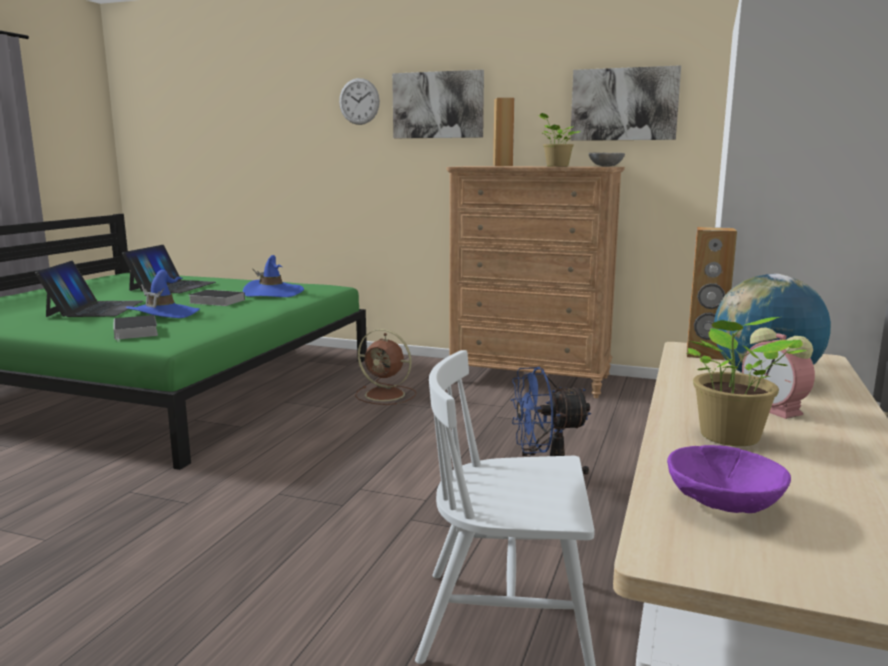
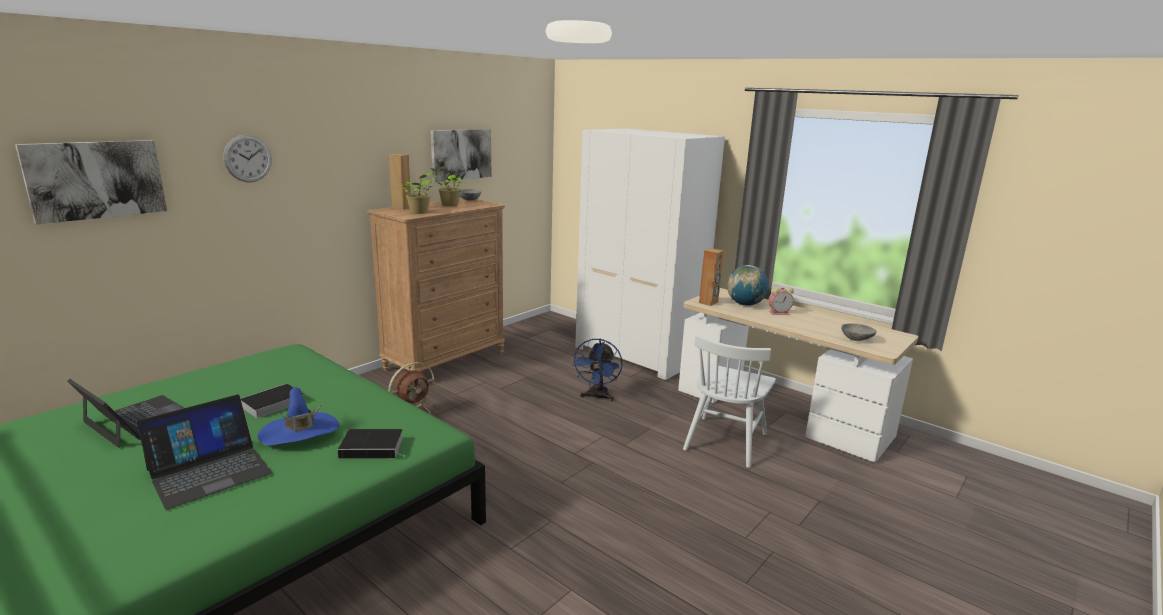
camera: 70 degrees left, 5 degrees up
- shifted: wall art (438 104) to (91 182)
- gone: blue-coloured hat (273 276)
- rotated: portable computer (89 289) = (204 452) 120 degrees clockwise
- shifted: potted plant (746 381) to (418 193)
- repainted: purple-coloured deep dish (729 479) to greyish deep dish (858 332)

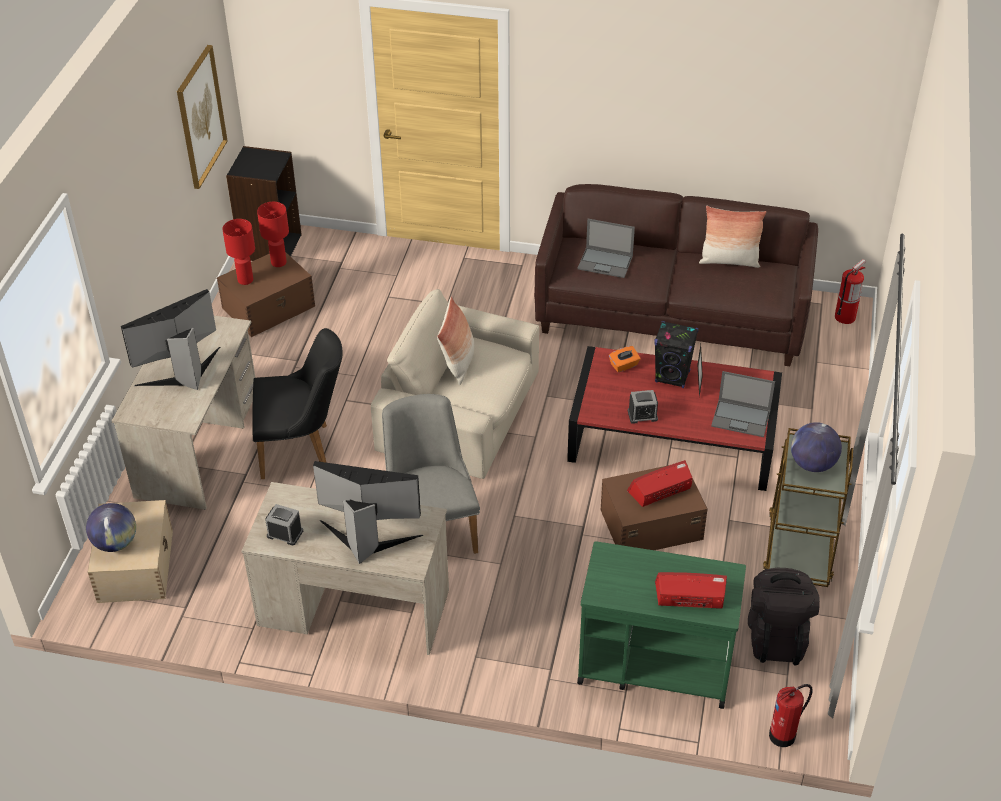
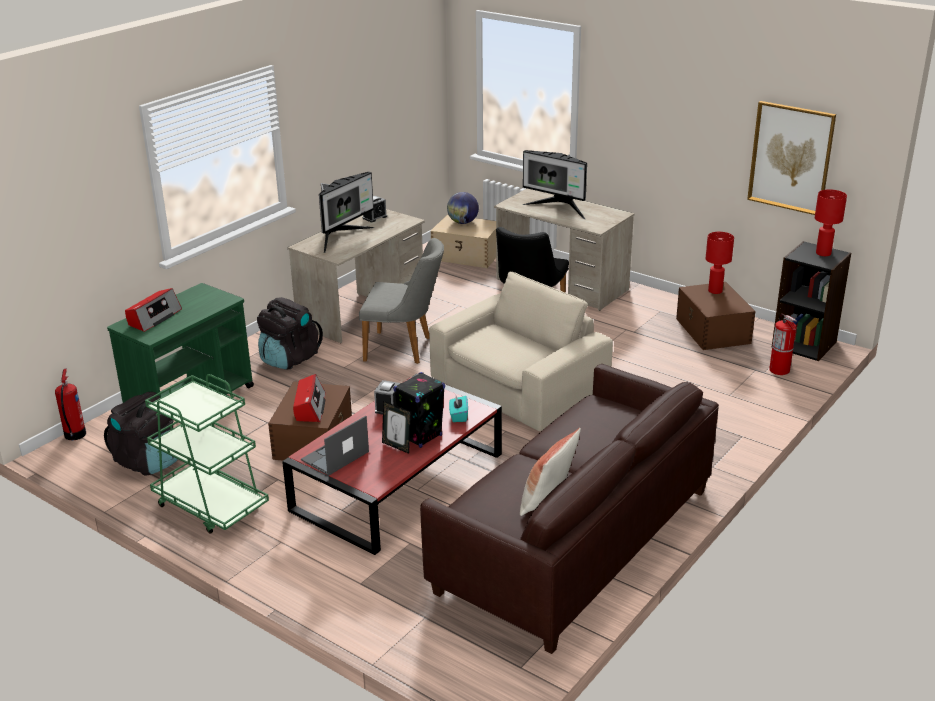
camera: 115 degrees right, 15 degrees down
- shifted: red lamp for a table (273 234) to (831 222)
- gone: portable computer (606 248)
- shifted: fire extinguisher (850 291) to (783 344)
- rotated: computer screen (170 339) = (554 184) 135 degrees clockwise
- gone: pillow (455 340)
- repainted: orangey tissue holder (624 359) to blue-green tissue holder (458 409)
- gone: desk globe (816 447)
- repainted: brown-coloured cart (808 507) to green-coloured cart (207 454)
- new: blackish knapsack (290 333)

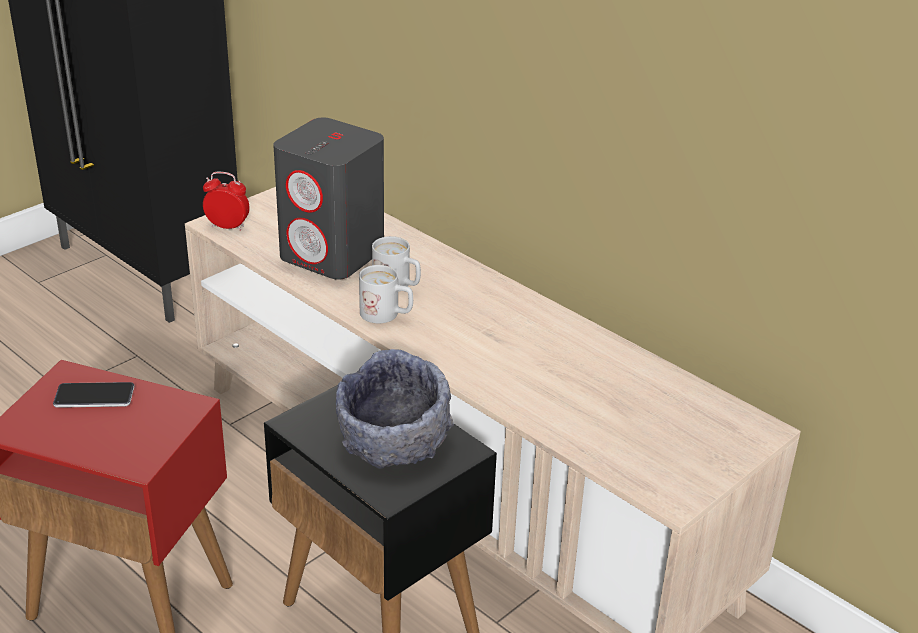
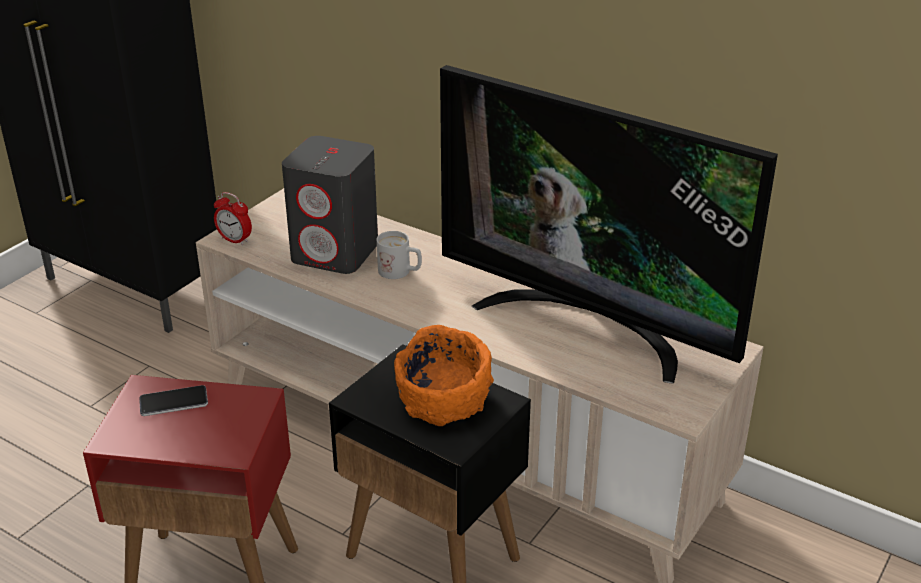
camera: 10 degrees left, 0 degrees up
- rotated: alarm clock (226 201) = (233 219) 150 degrees counterclockwise
- gone: white coffee mug (386 294)
- repainted: greyish deep dish (395 409) to orangey deep dish (444 375)
- new: TV set (609 224)

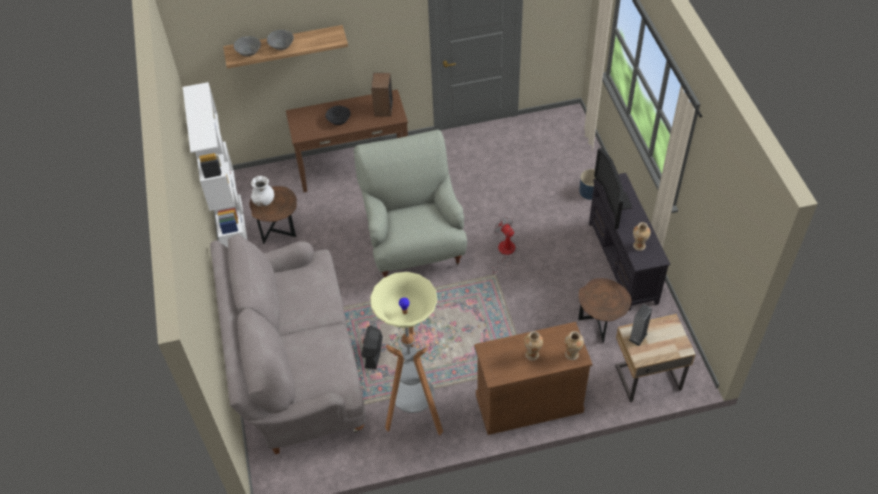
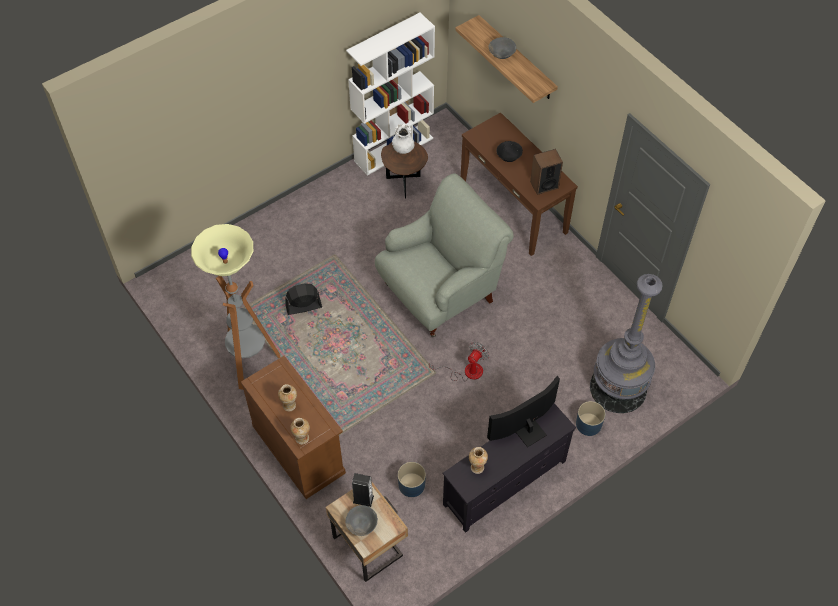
camera: 65 degrees right, 5 degrees up
- shifted: greyish deep dish (247 46) to (361 520)
- gone: greyish couch (288 344)
- swapped: brown-coloured accent table (604 310) to blue-coloured flower pot (412 479)
- new: greyish floor lamp (626 343)

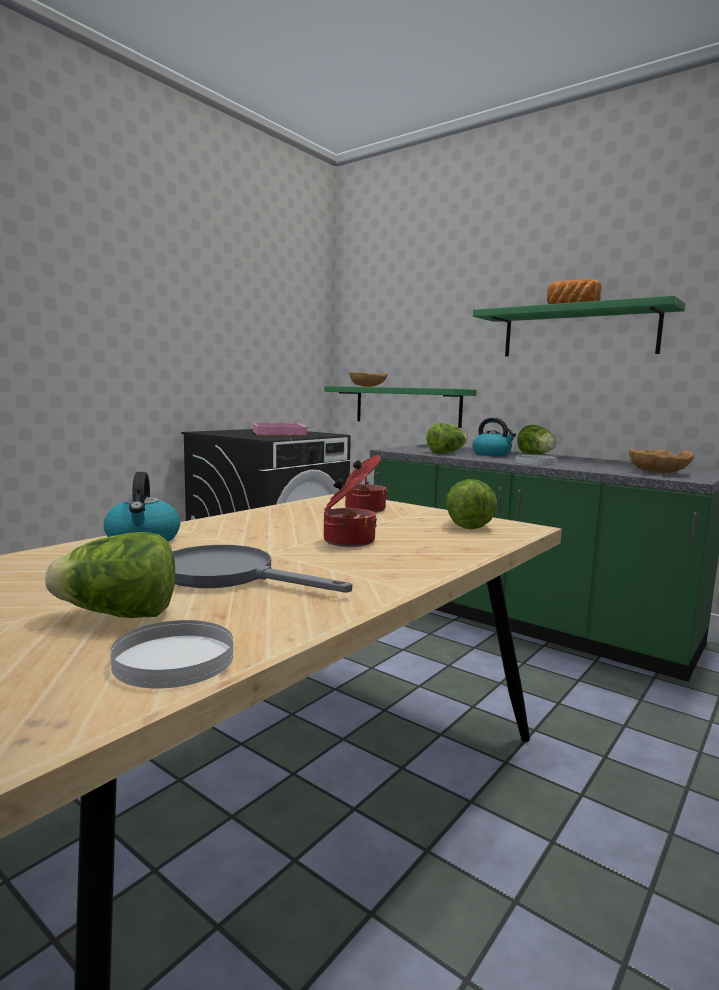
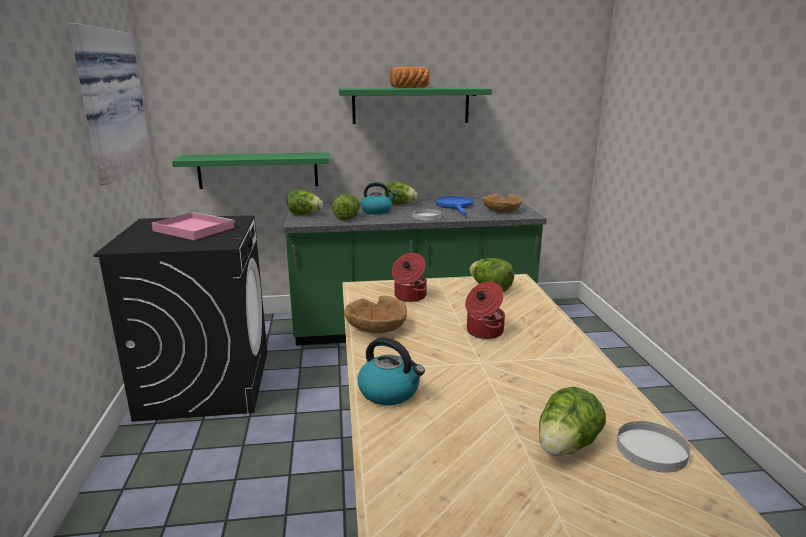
camera: 45 degrees left, 10 degrees up
- shifted: brown-coloured deep dish (368 379) to (375 315)
- gone: greyish skillet (262 569)
- new: wall art (110 104)
- new: lettuce head (305 202)
- new: blue-coloured skillet (454 206)

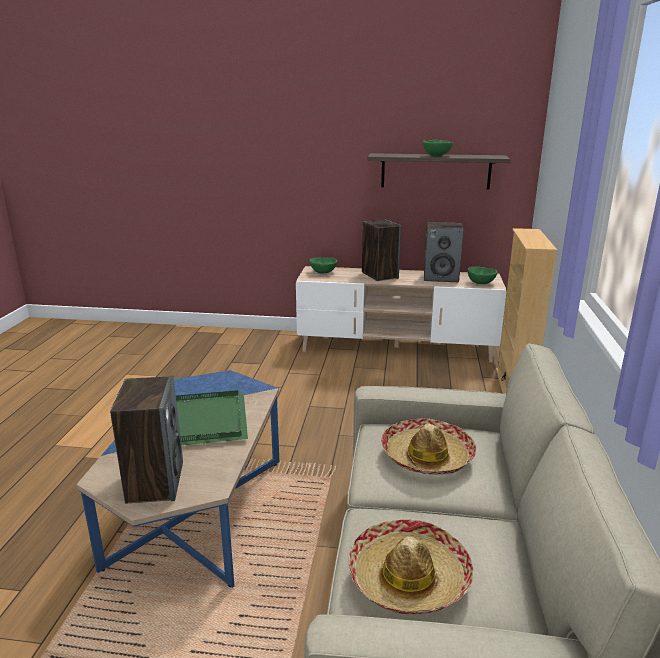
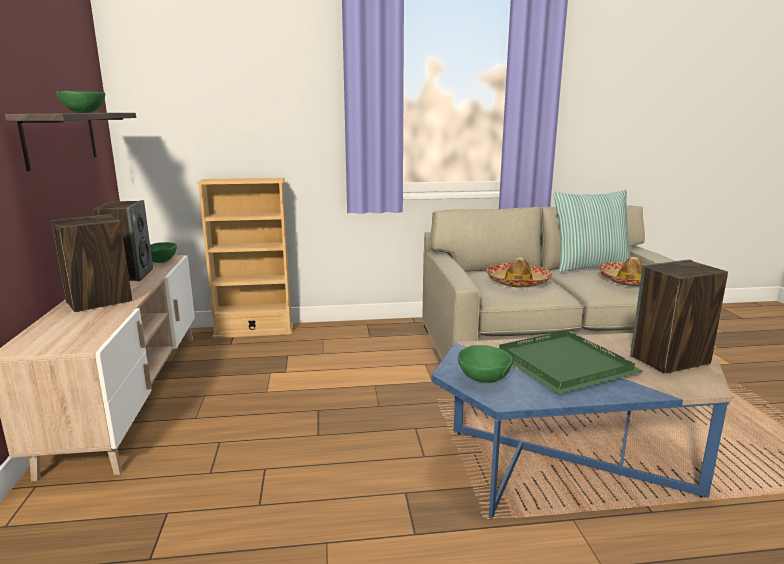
camera: 105 degrees left, 5 degrees down
- shifted: green-coloured deep dish (323 265) to (485 364)
- new: pillow (592 231)

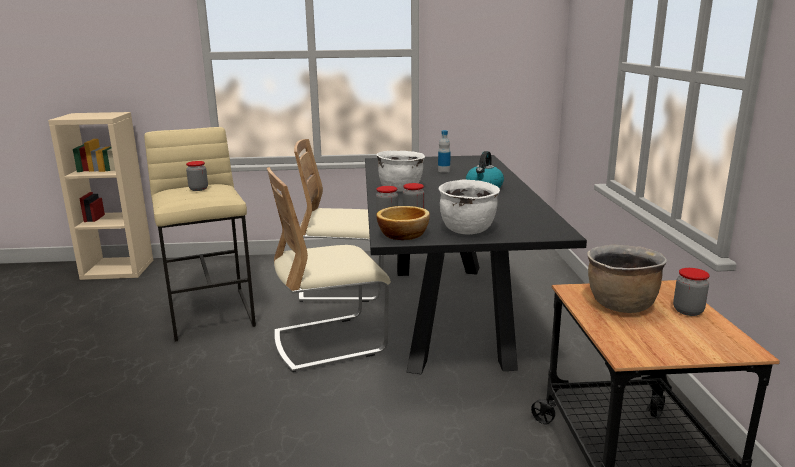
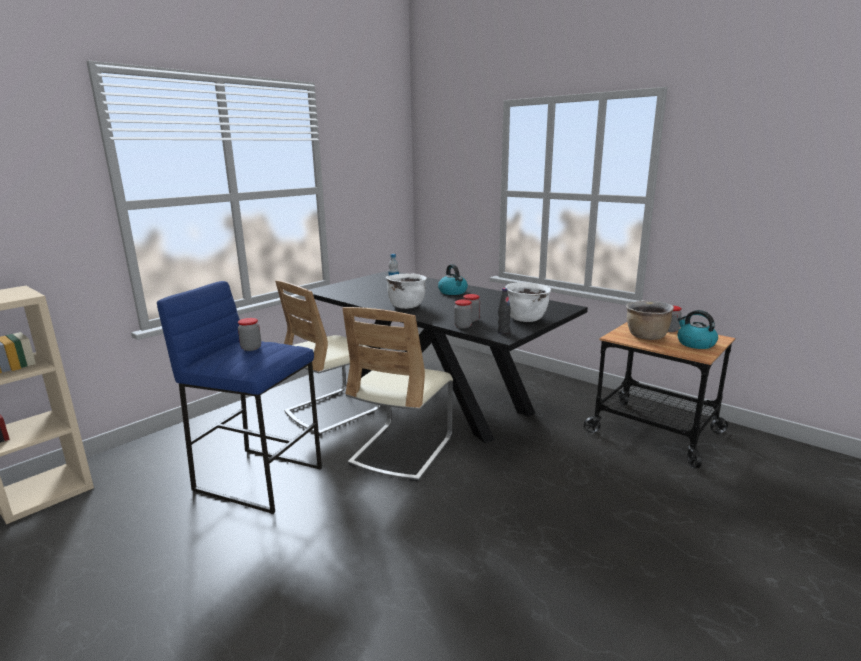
camera: 45 degrees left, 0 degrees up
- repainted: sand-coloured stool (200 234) to blue-coloured stool (239 397)
- swapped: deep dish (403 223) to blackish beverage bottle (504 311)
- new: water kettle (698 329)

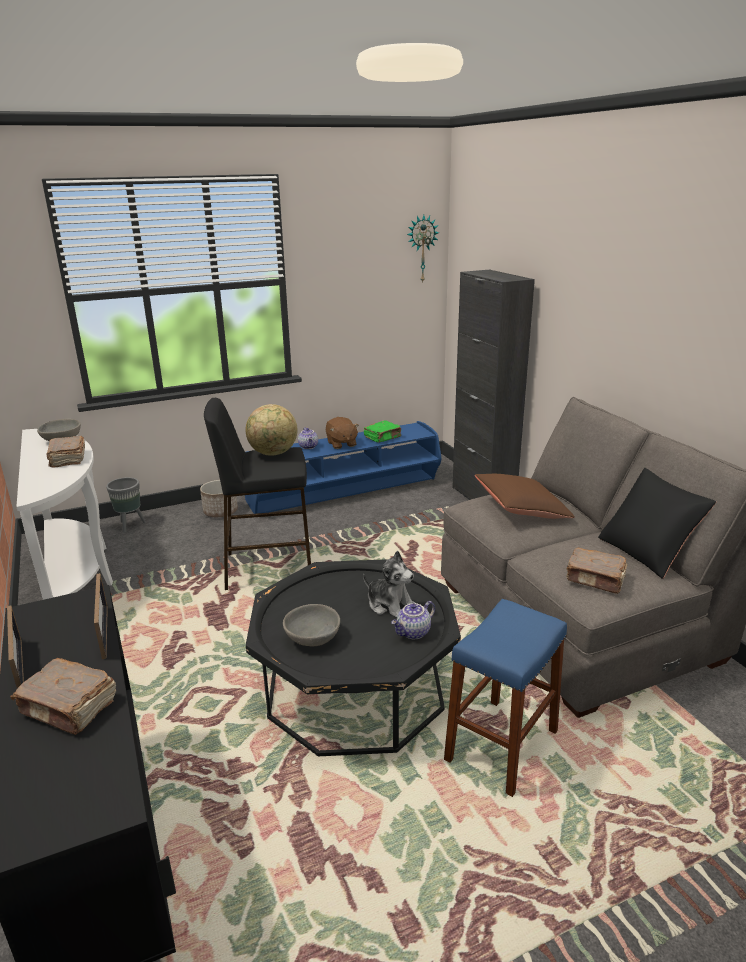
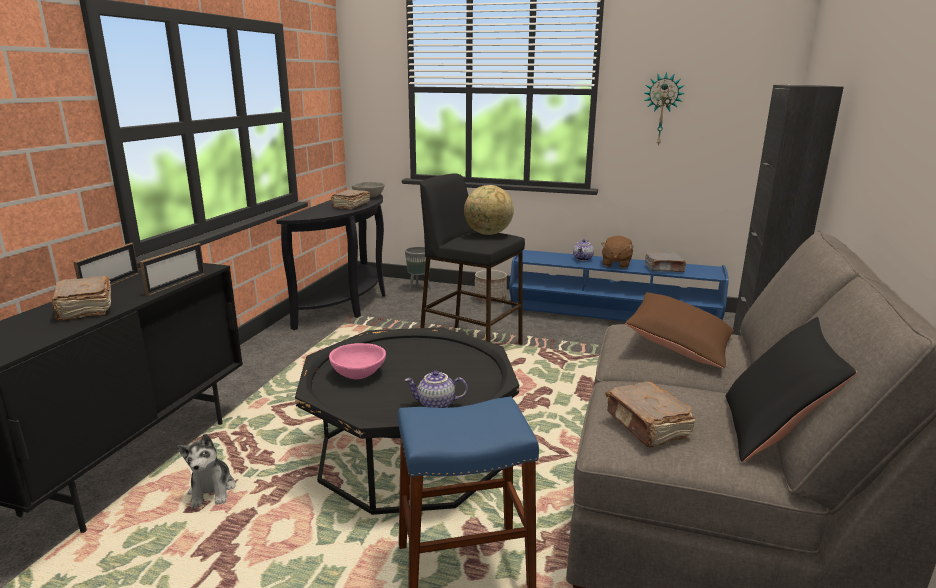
camera: 40 degrees right, 5 degrees down
- shifted: wall clock (423 249) to (664 109)
- repainted: green-coloured bound book (383 431) to greyish bound book (665 262)
- repainted: white console table (64 514) to blackish console table (331 262)
- shifted: cuddly toy (389 583) to (206 471)
- repainted: greyish deep dish (311 625) to pink deep dish (357 361)

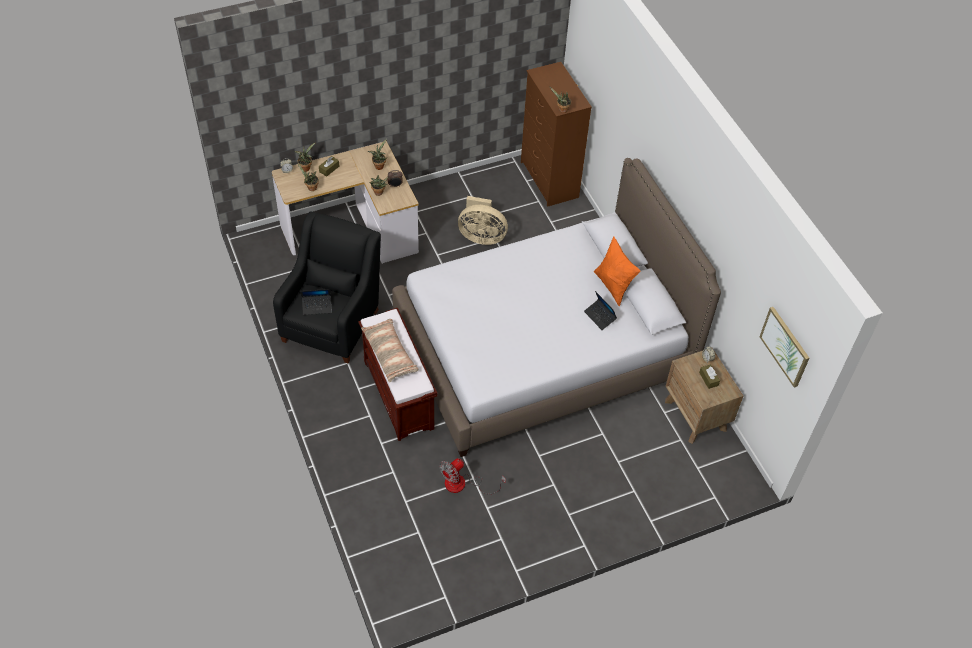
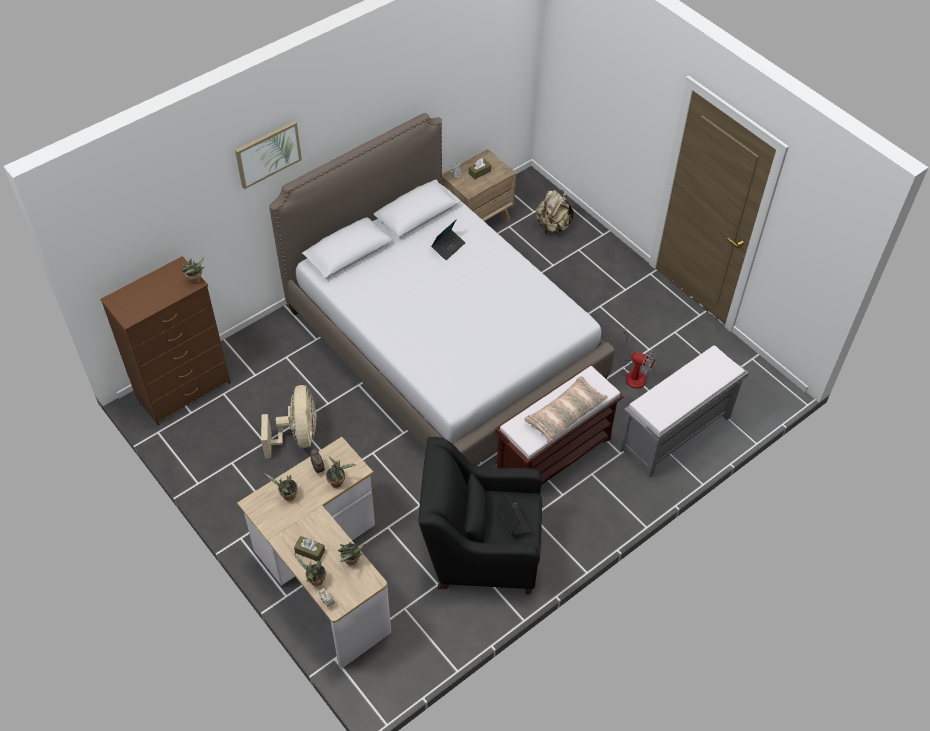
camera: 105 degrees left, 0 degrees up
- gone: orangey pillow (617 271)
- shifted: wall art (784 347) to (268 155)
- new: sand-coloured knapsack (555 212)
- new: greyish indoor bench (684 411)

